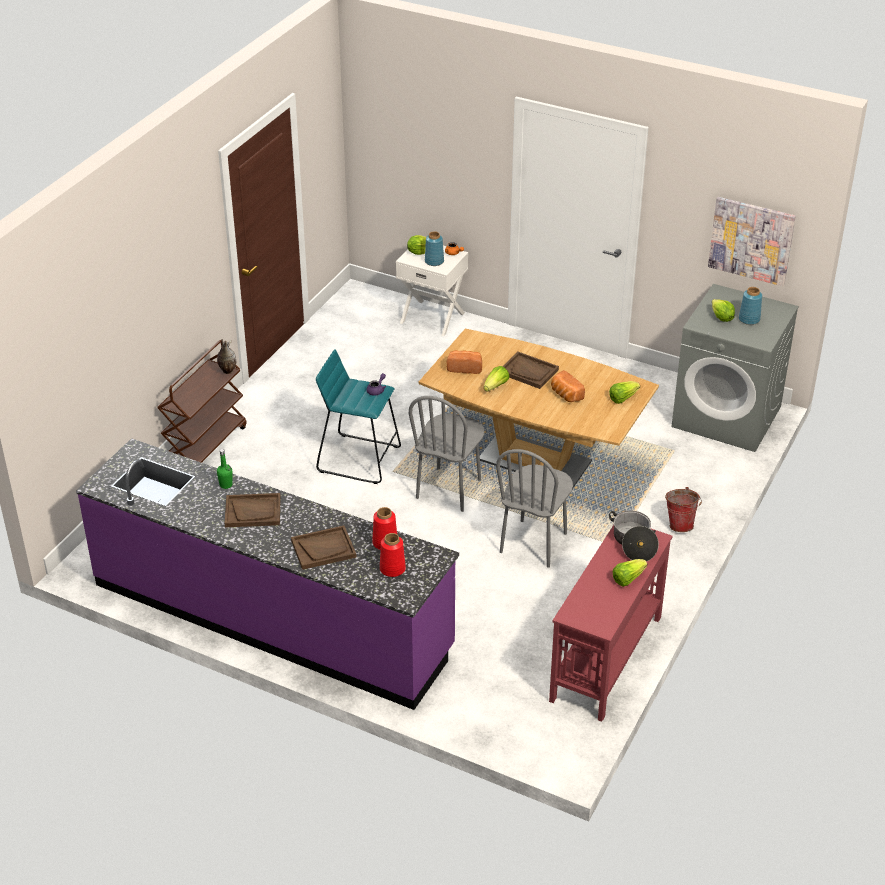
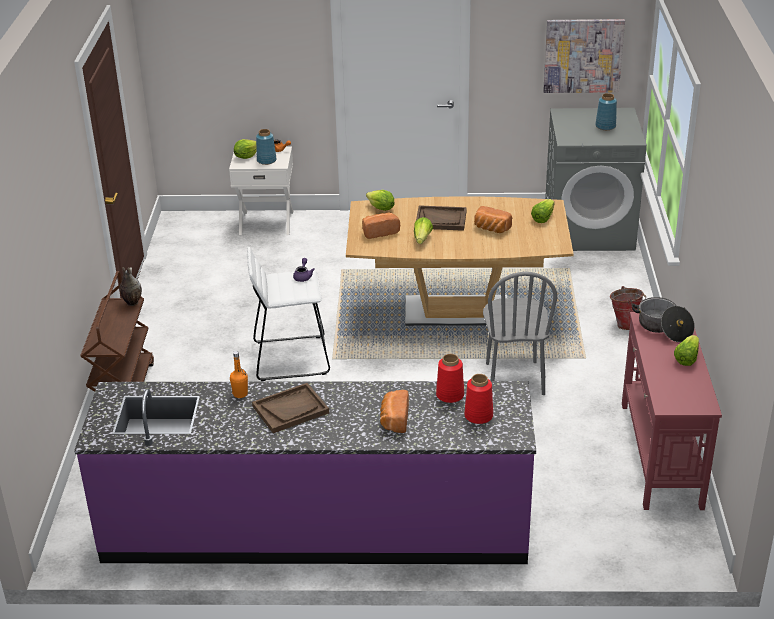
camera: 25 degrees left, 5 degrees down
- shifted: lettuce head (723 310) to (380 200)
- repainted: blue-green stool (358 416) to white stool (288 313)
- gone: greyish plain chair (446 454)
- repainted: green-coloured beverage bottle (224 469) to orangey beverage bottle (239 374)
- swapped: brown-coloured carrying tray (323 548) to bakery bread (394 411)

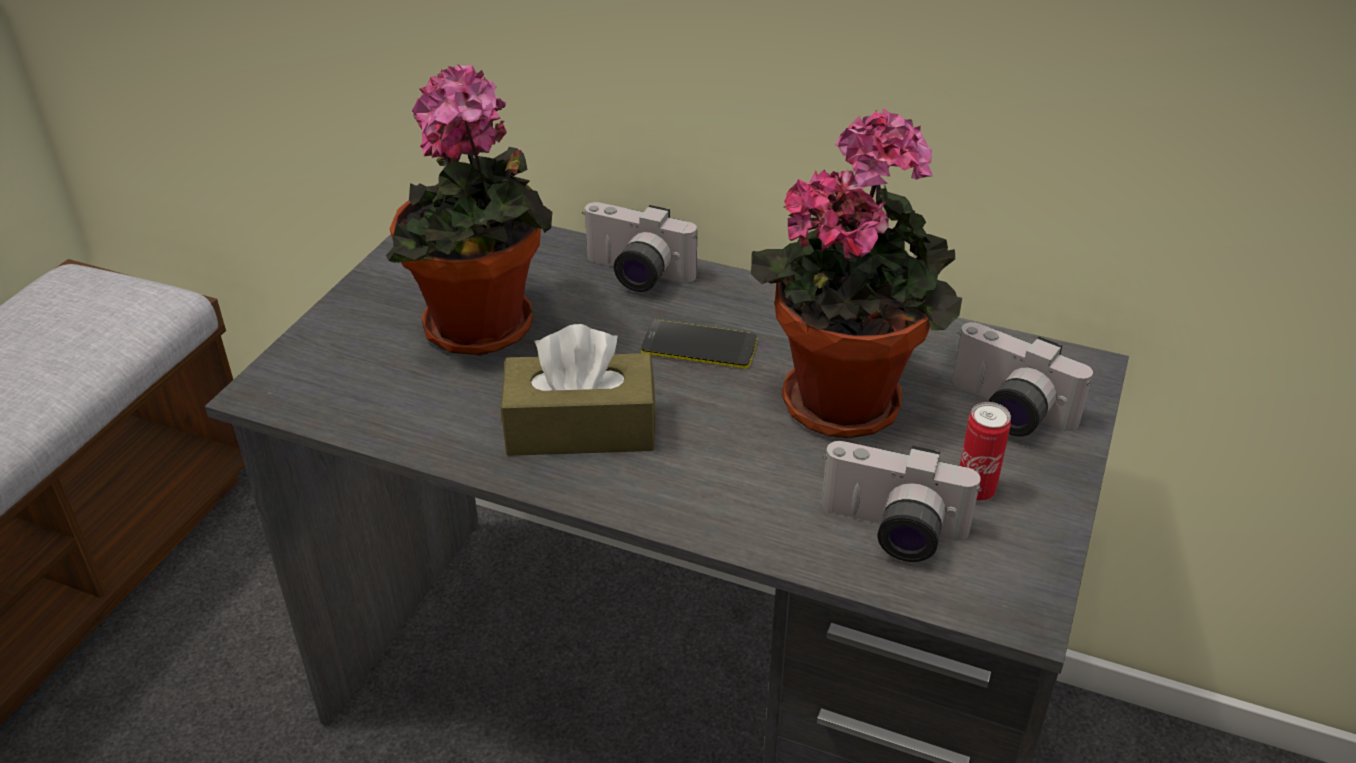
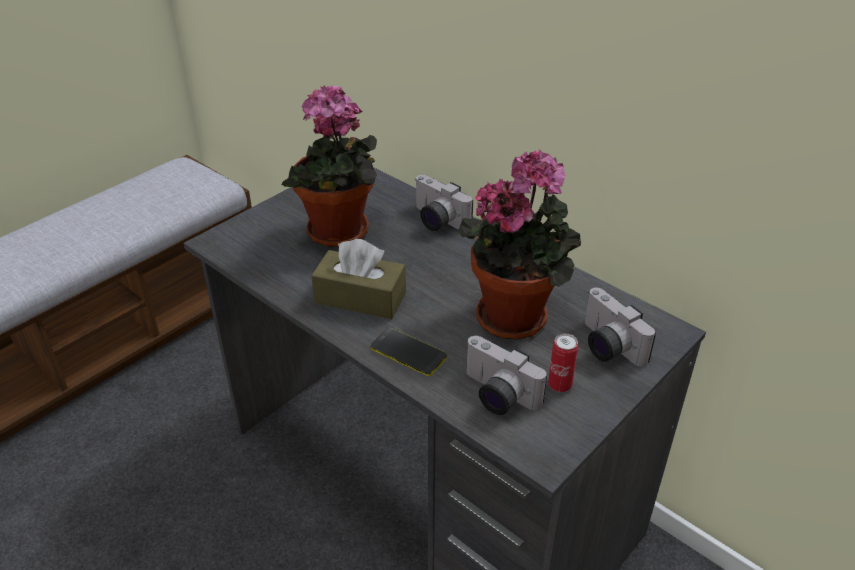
camera: 20 degrees right, 0 degrees up
- shifted: telephone (699 344) to (408 352)

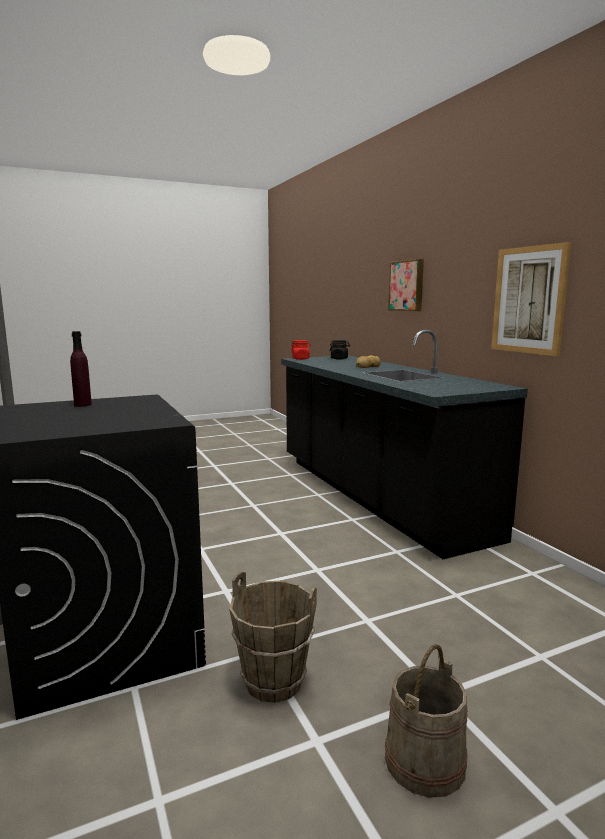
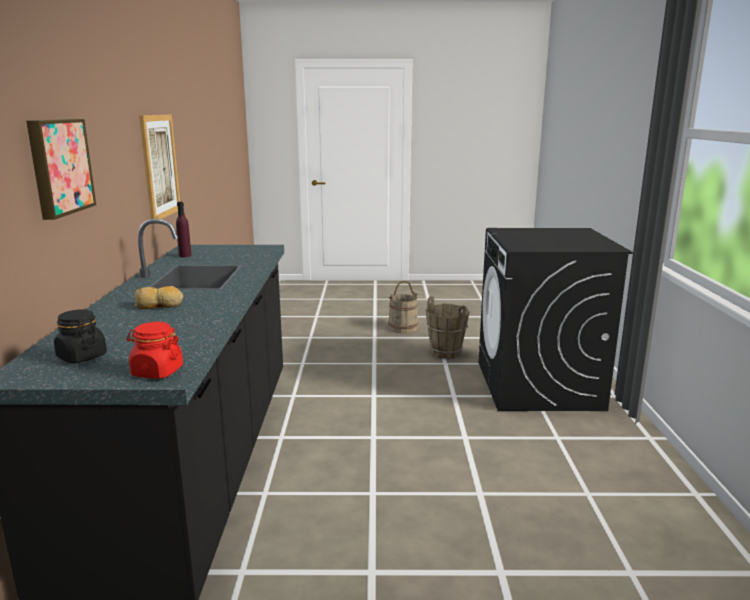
camera: 155 degrees left, 5 degrees up
- shifted: purple-coloured beverage bottle (81 369) to (184 229)

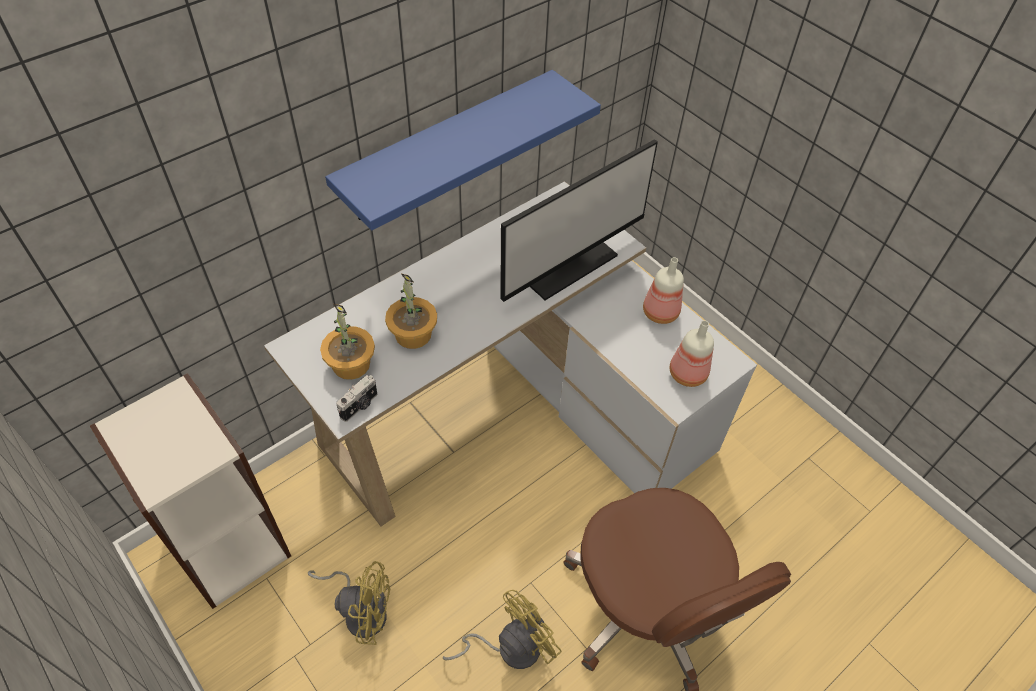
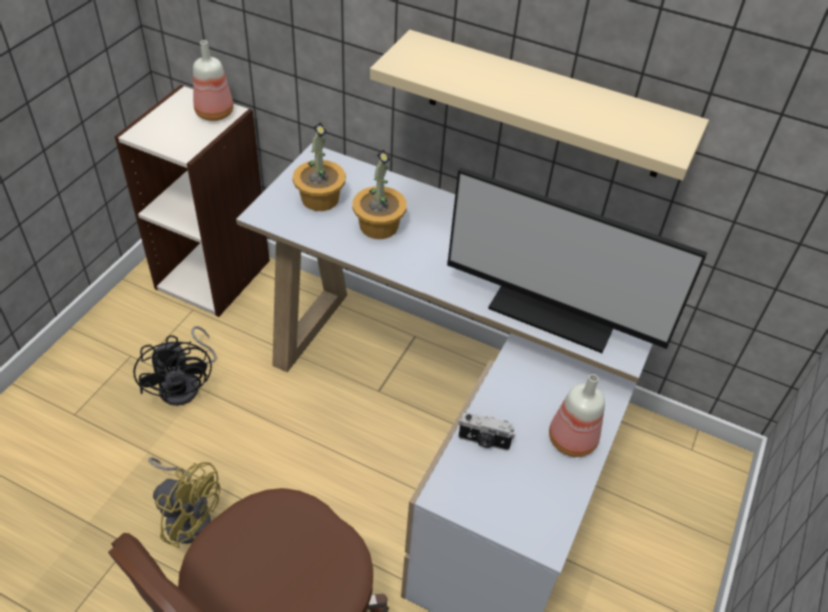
camera: 65 degrees right, 5 degrees down
- repainted: blue-coloured wall shelf (463 150) to sand-coloured wall shelf (539 105)
- shifted: beverage bottle (692 353) to (213 80)
- shifted: photo camera (356 398) to (487 431)
- repainted: yellow electric fan (349 603) to blackish electric fan (175 366)

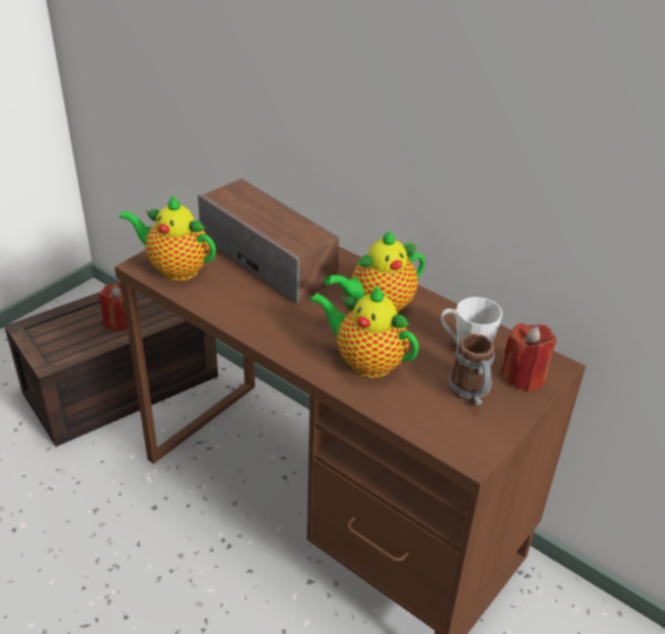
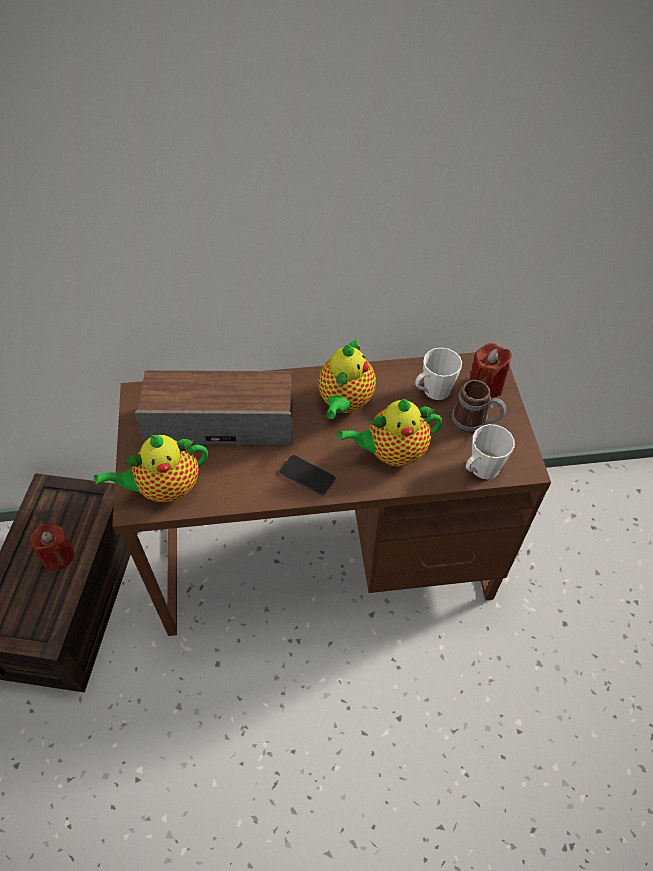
camera: 45 degrees left, 15 degrees up
- new: white coffee mug (490 451)
- new: telephone (308 475)

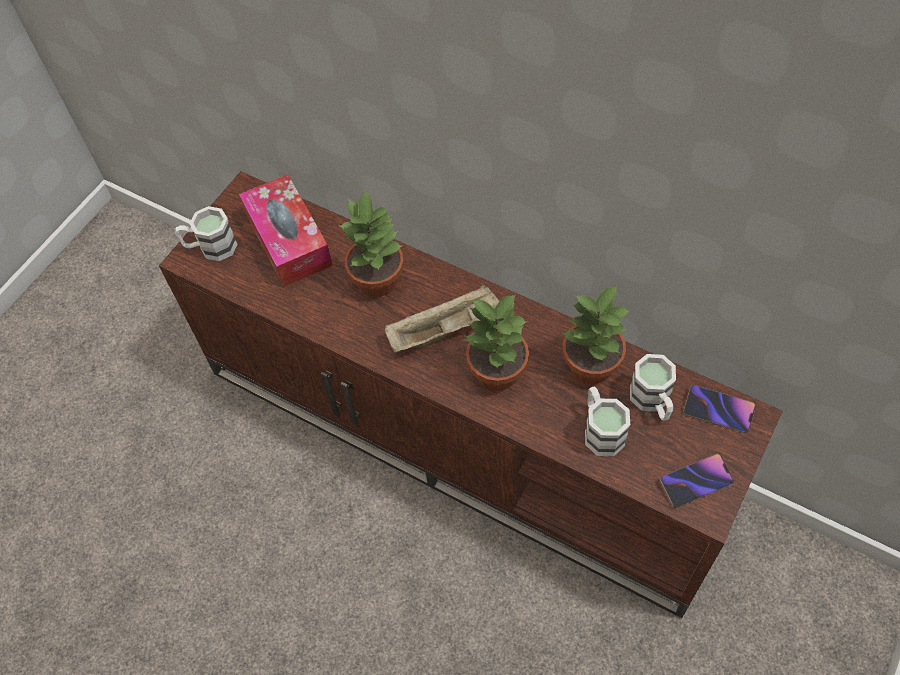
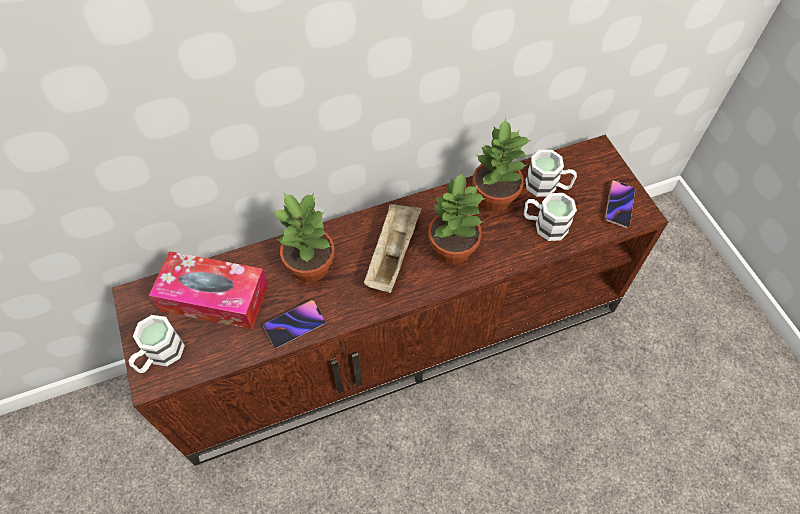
camera: 55 degrees left, 0 degrees up
- shifted: telephone (719 409) to (294 324)

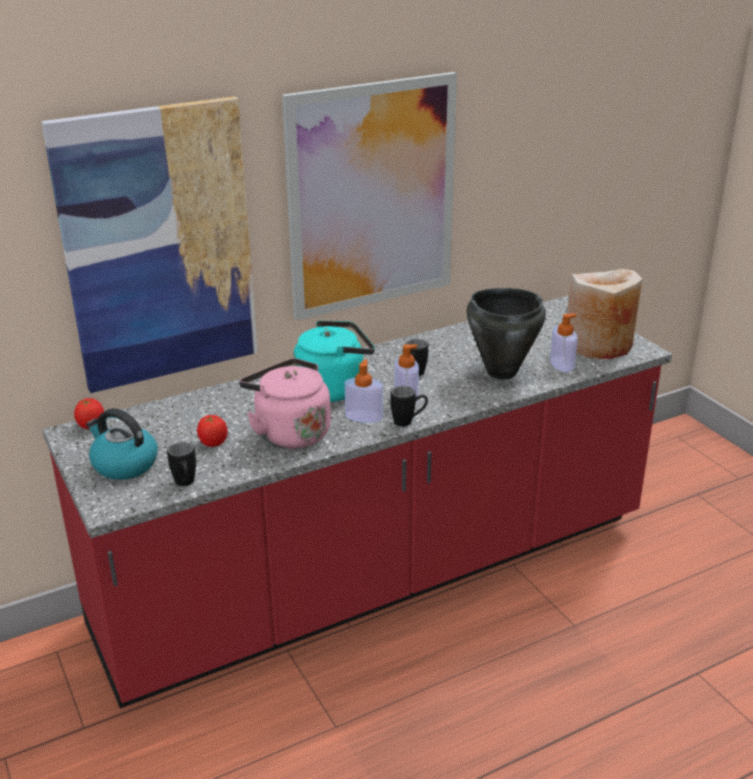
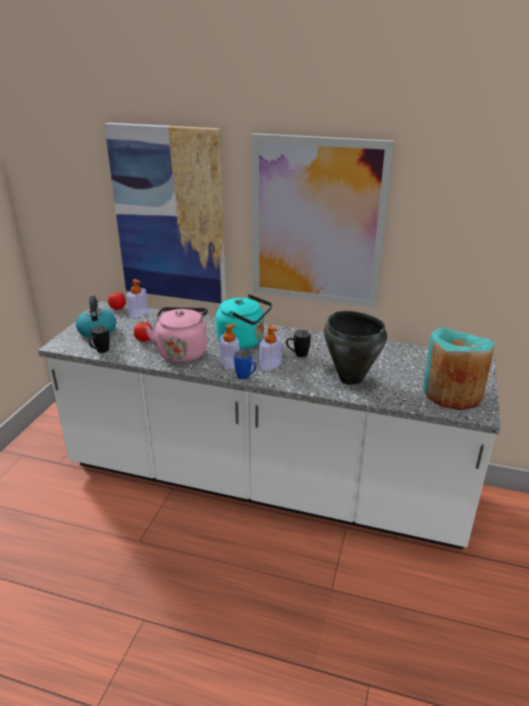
camera: 45 degrees right, 0 degrees up
- repainted: sand-coloured decorative vase (604 314) to blue-green decorative vase (459 368)
- repainted: red kitchen base unit (357 501) to white kitchen base unit (269 425)
- shifted: soap dispenser (564 343) to (137 298)
- repainted: blackish coffee mug (409 406) to blue-coloured coffee mug (245 364)

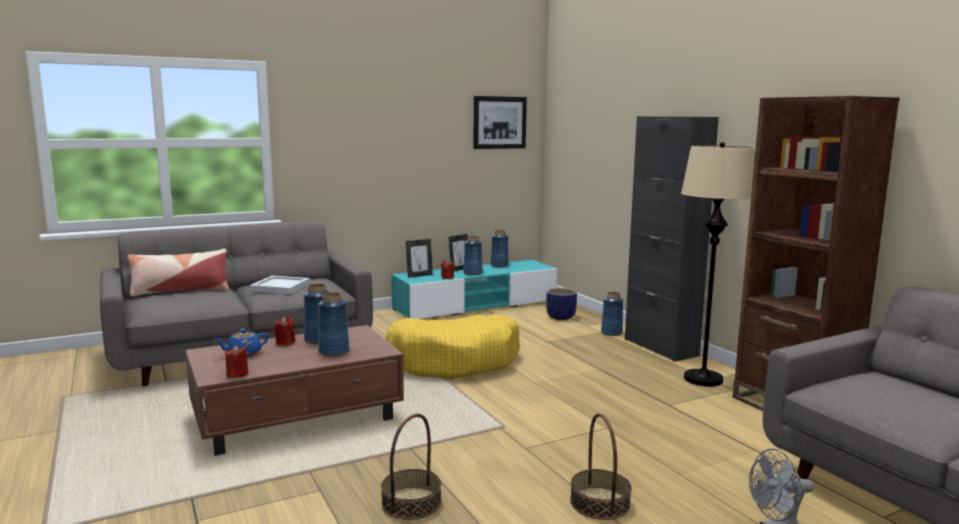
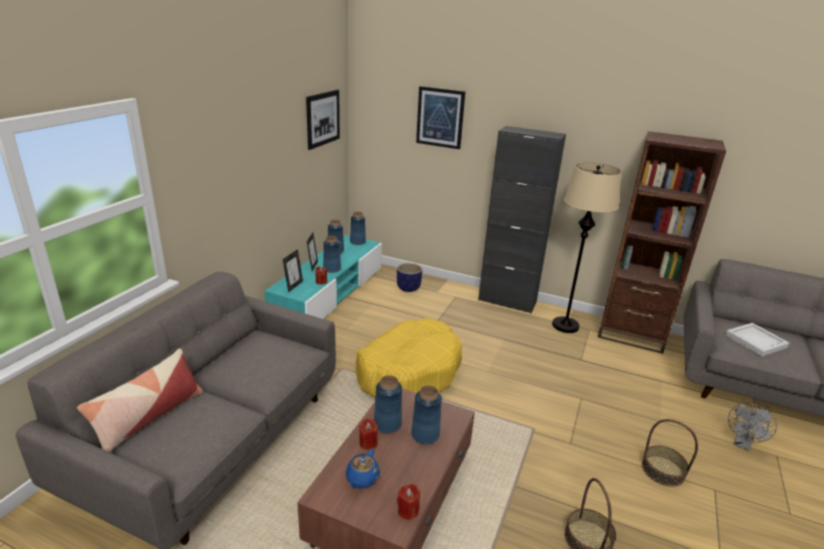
camera: 40 degrees left, 15 degrees up
- shifted: white carrying tray (280 285) to (757 339)
- shifted: blue-coloured decorative vase (612 314) to (358 228)
- new: wall art (440 117)

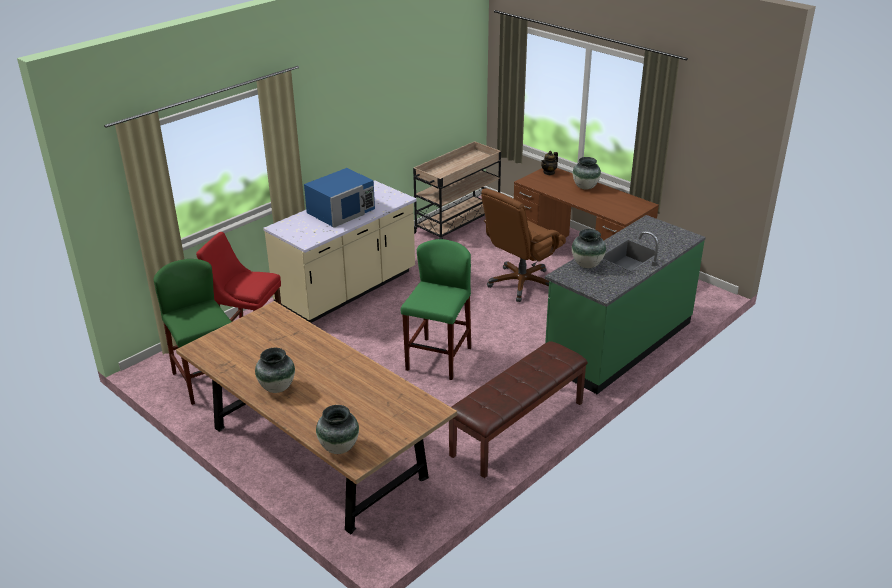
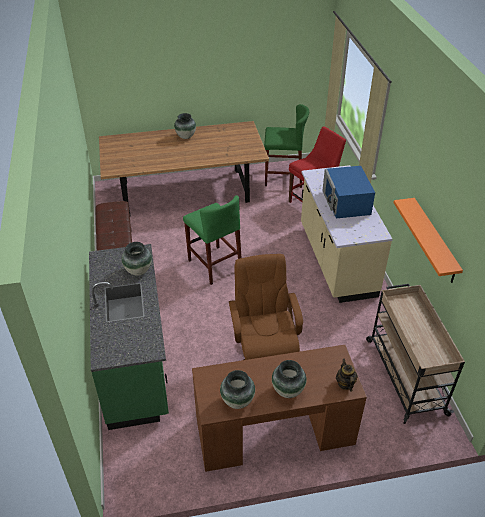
camera: 125 degrees right, 10 degrees up
- shifted: decorative vase (337 429) to (237 389)
- new: orangey wall shelf (428 240)

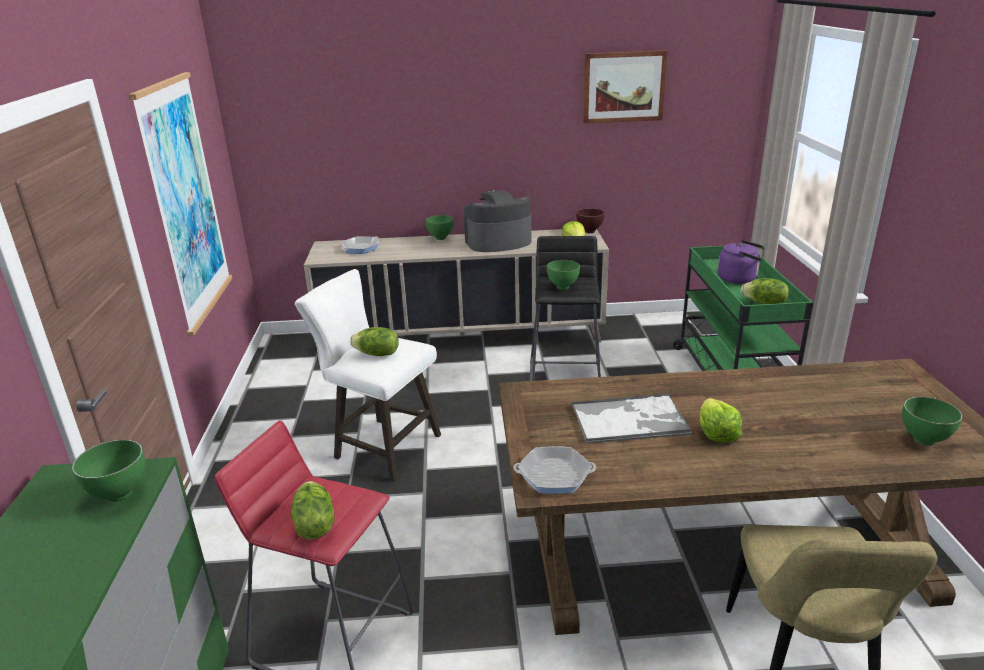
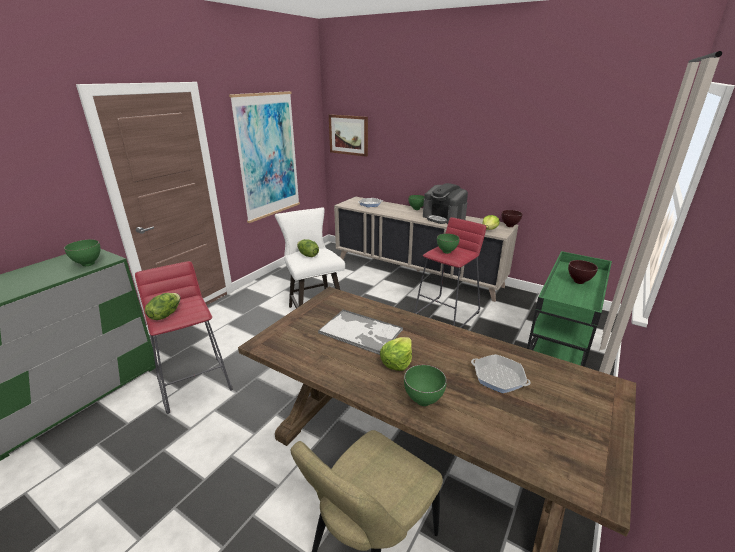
camera: 35 degrees right, 0 degrees up
- shifted: wall art (625 87) to (348 135)
- rotated: coffee machine (497 221) = (445 203) 150 degrees counterclockwise
- repainted: blackish stool (565 308) to red stool (450 272)
- swapped: purple-coloured water kettle (740 262) to brown-coloured deep dish (583 272)
- gone: lettuce head (765 291)
- shifted: green-coloured deep dish (932 421) to (425 385)
- shifted: skillet (554 470) to (501 373)

